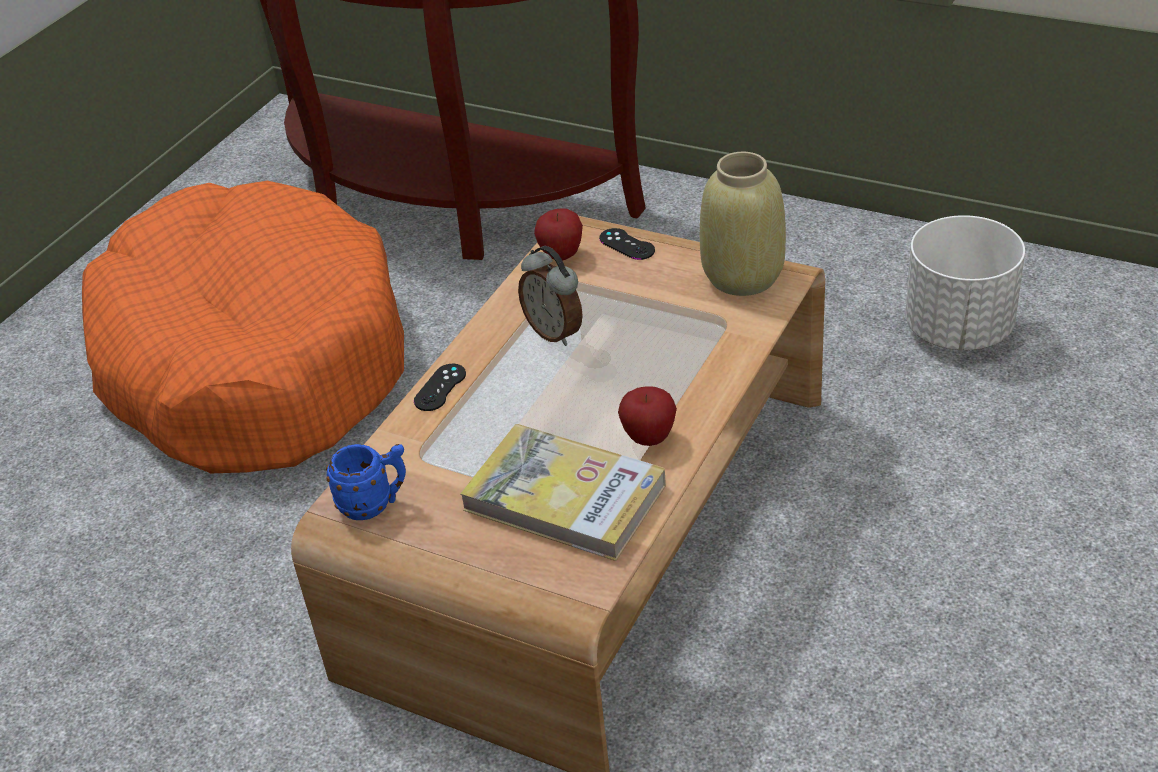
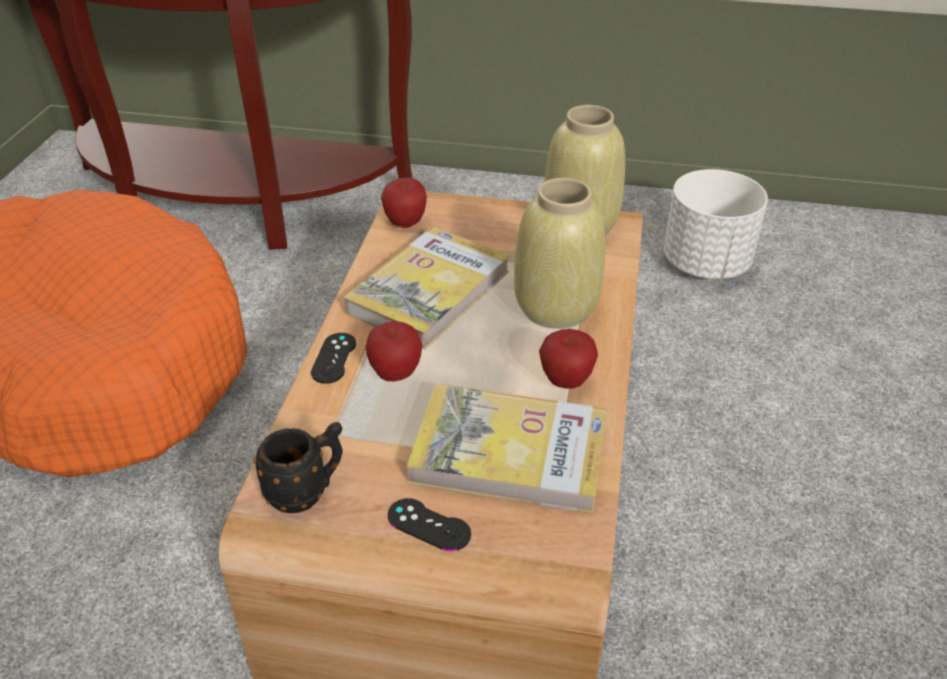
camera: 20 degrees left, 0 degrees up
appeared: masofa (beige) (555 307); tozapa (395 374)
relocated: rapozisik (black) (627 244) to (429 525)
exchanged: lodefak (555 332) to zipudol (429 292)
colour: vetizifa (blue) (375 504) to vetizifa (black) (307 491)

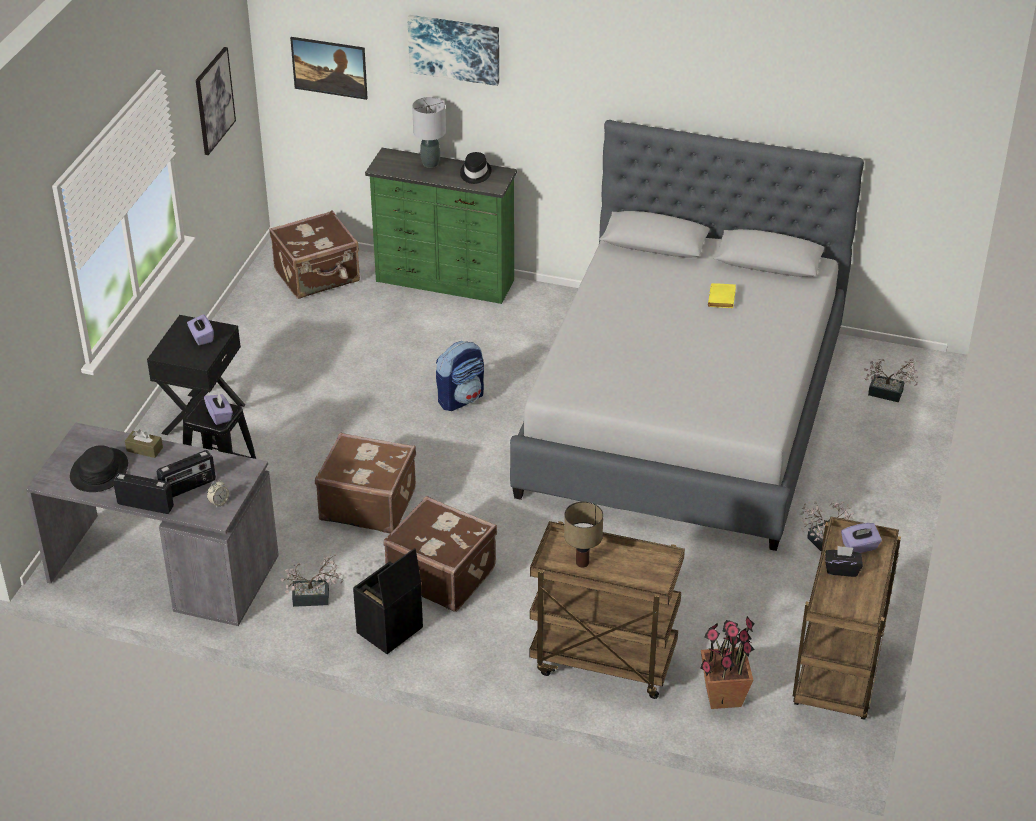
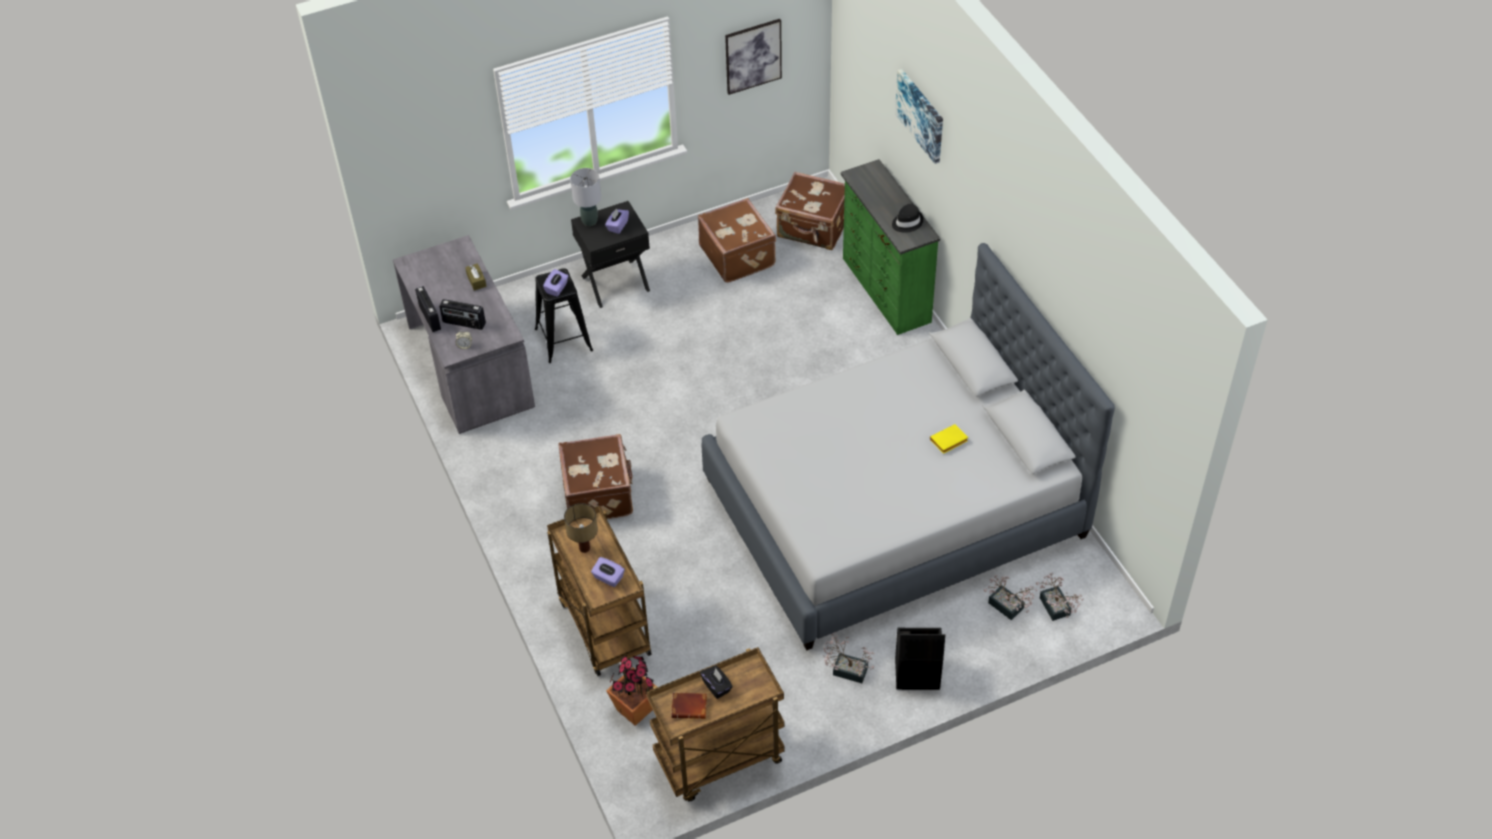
camera: 50 degrees right, 10 degrees up
missing: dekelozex (330 80); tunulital (461 398); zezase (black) (99 471)
appeared: zipudol (brown) (690 707)
relocated: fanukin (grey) (430 163) to (589 221); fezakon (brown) (368 503) to (738 255); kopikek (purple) (860 547) to (608 578); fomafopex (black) (389 631) to (916 674); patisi (316 597) to (1008 608)

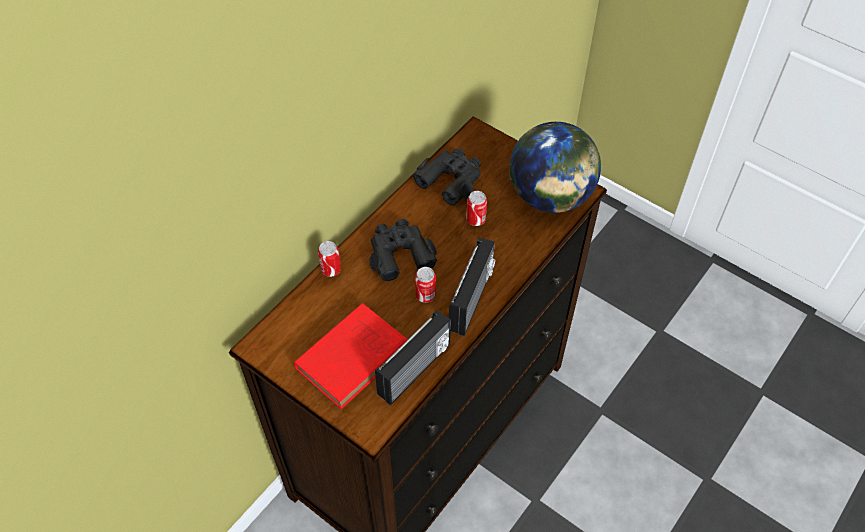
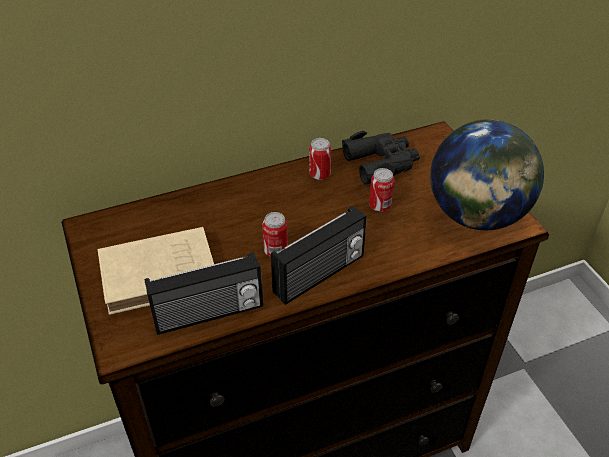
camera: 30 degrees right, 10 degrees down
missing: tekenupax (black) (399 253)
relocated: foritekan (331 270) to (319 175)
colour: zipudol (red) (354 356) to zipudol (beige) (162 273)

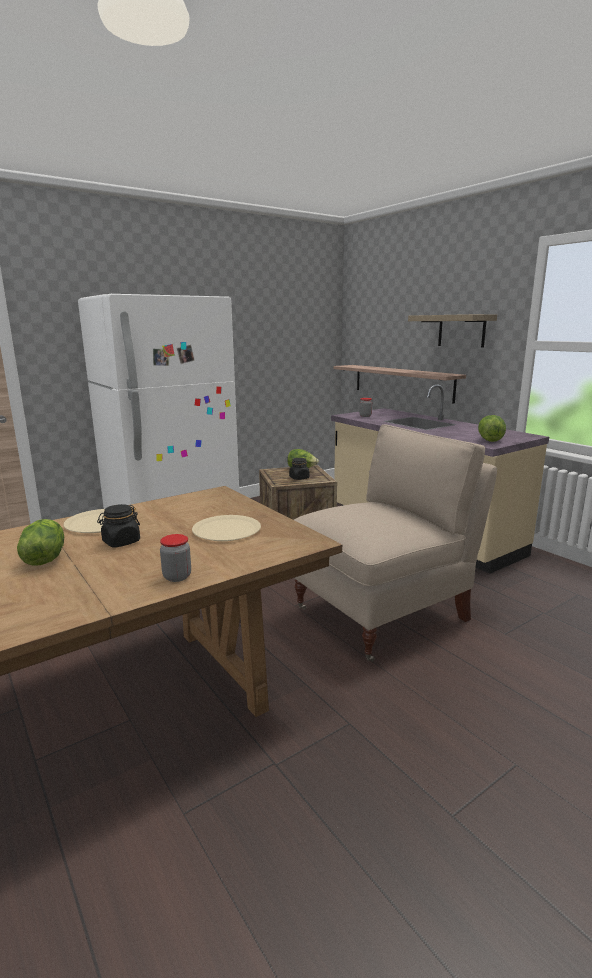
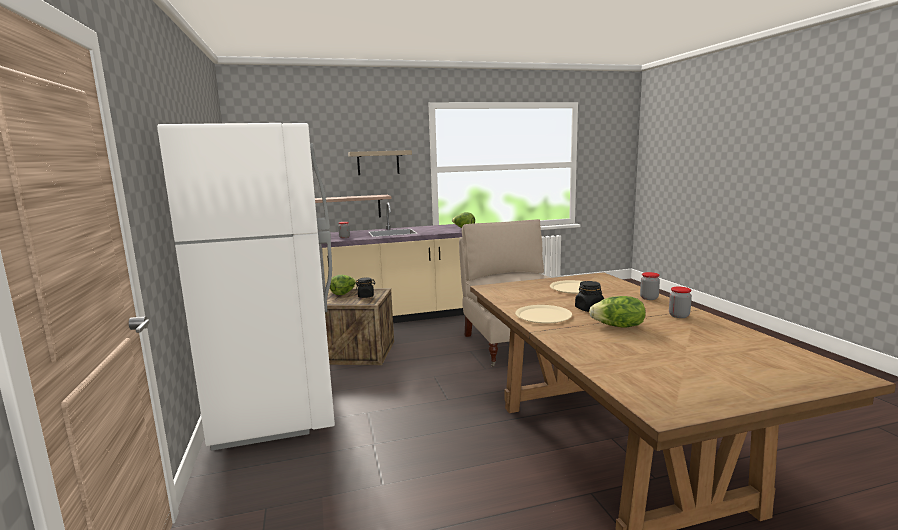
camera: 70 degrees left, 5 degrees down
appeared: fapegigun (679 316)

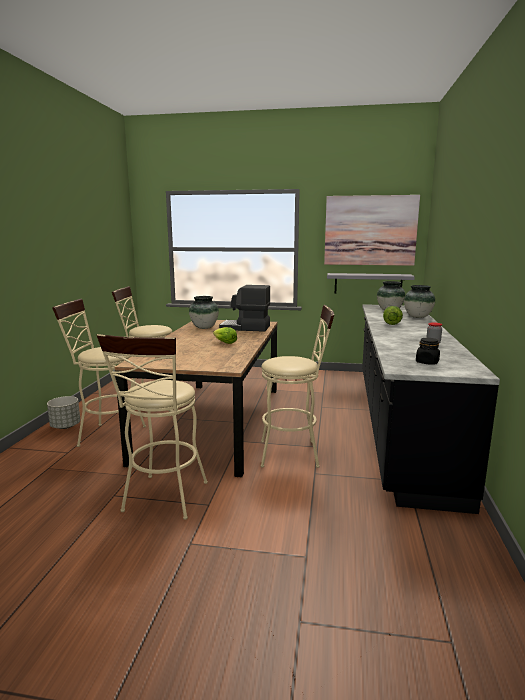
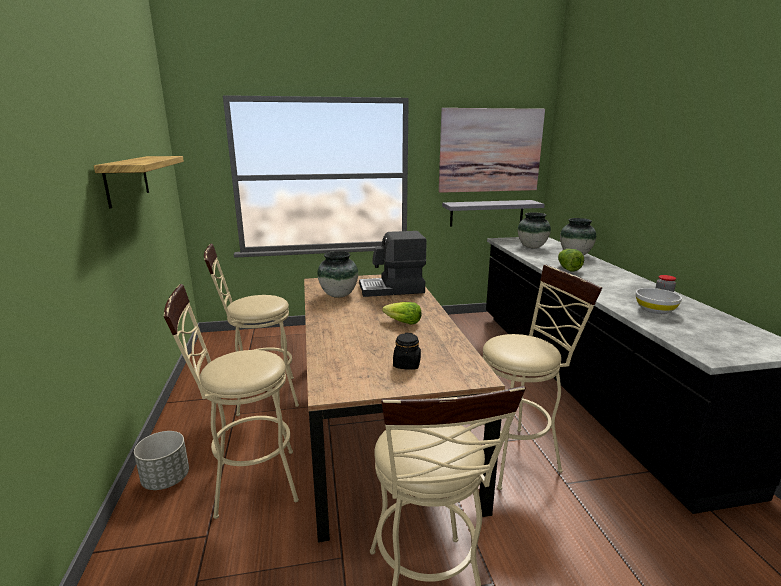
camera: 20 degrees left, 5 degrees up
appeared: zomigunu (127 180); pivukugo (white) (655 310)
relocated: fapegigun (black) (427 362) to (407 364)

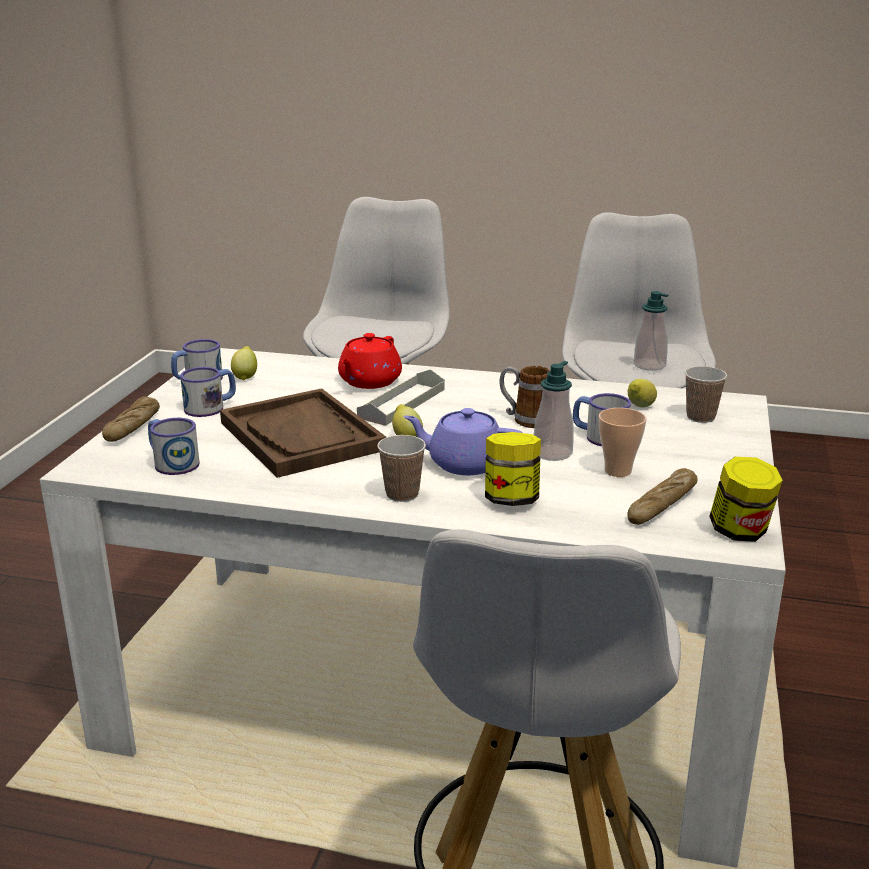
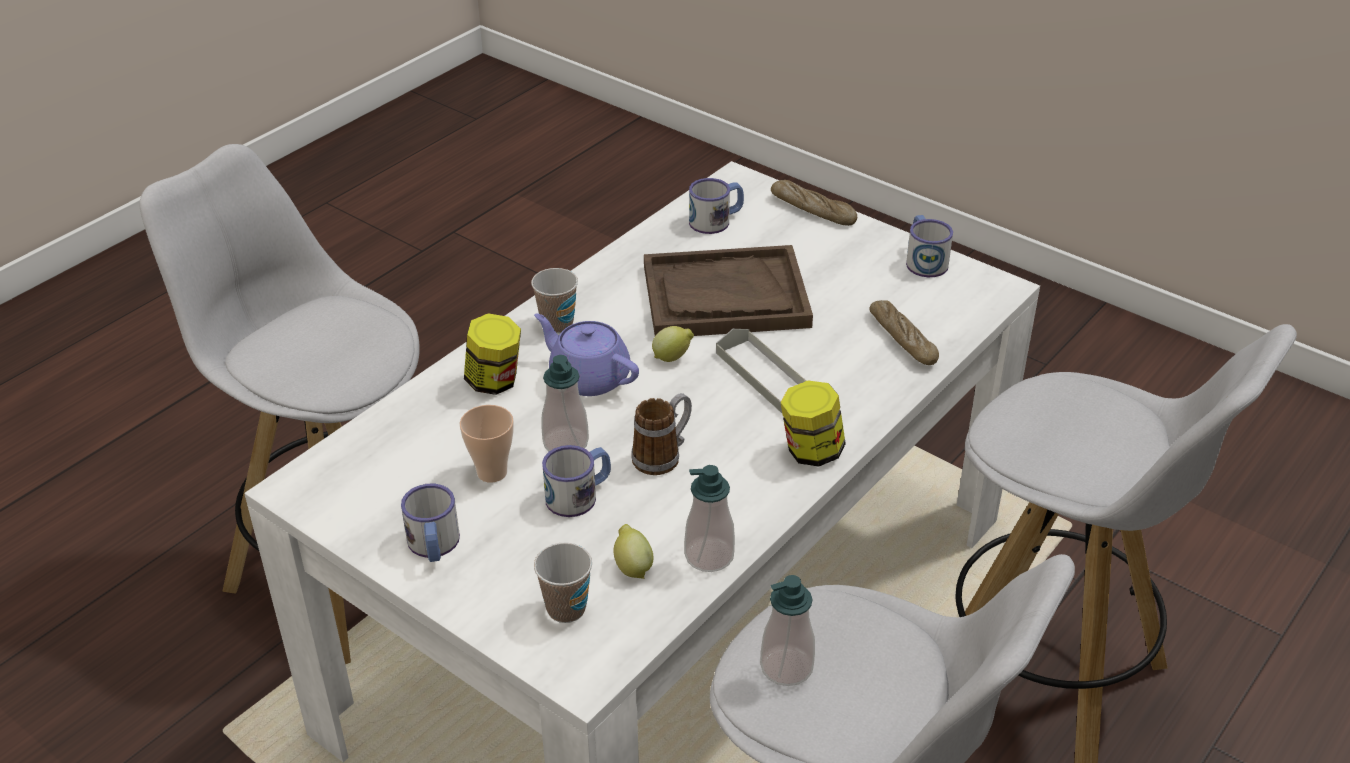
camera: 115 degrees right, 15 degrees up
missing: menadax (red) (369 382); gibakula (245 376)
appeared: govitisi (709 556)
relocated: vetizifa (211 407) to (434 546); fapegigun (740 532) to (811 451); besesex (662 505) to (902 339)
spun: menadax (purple) (464 464) = (588 377) 90 degrees counterclockwise

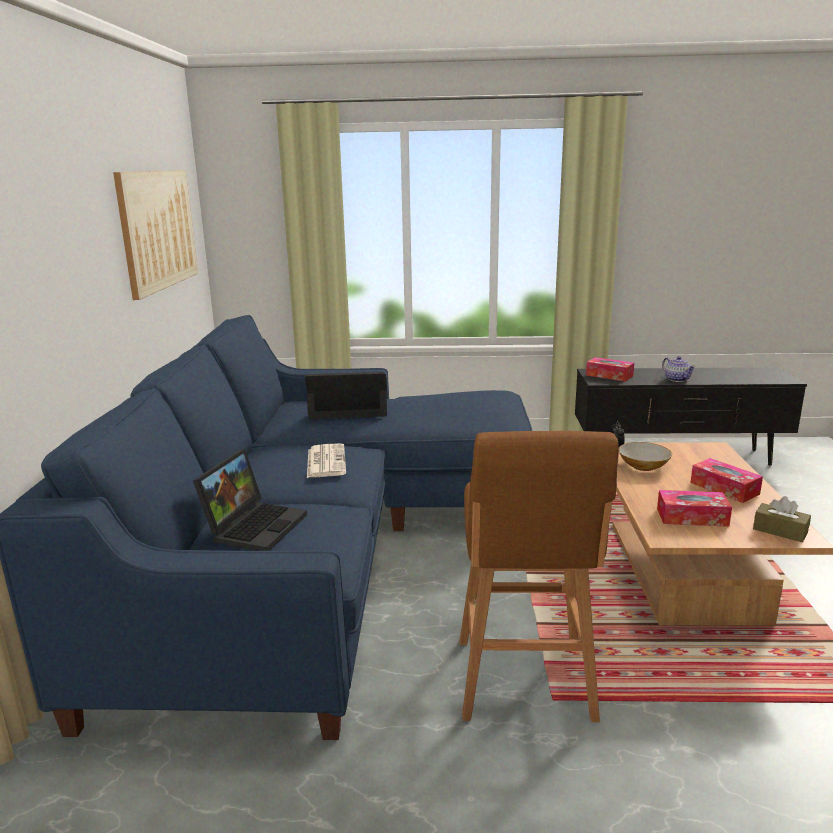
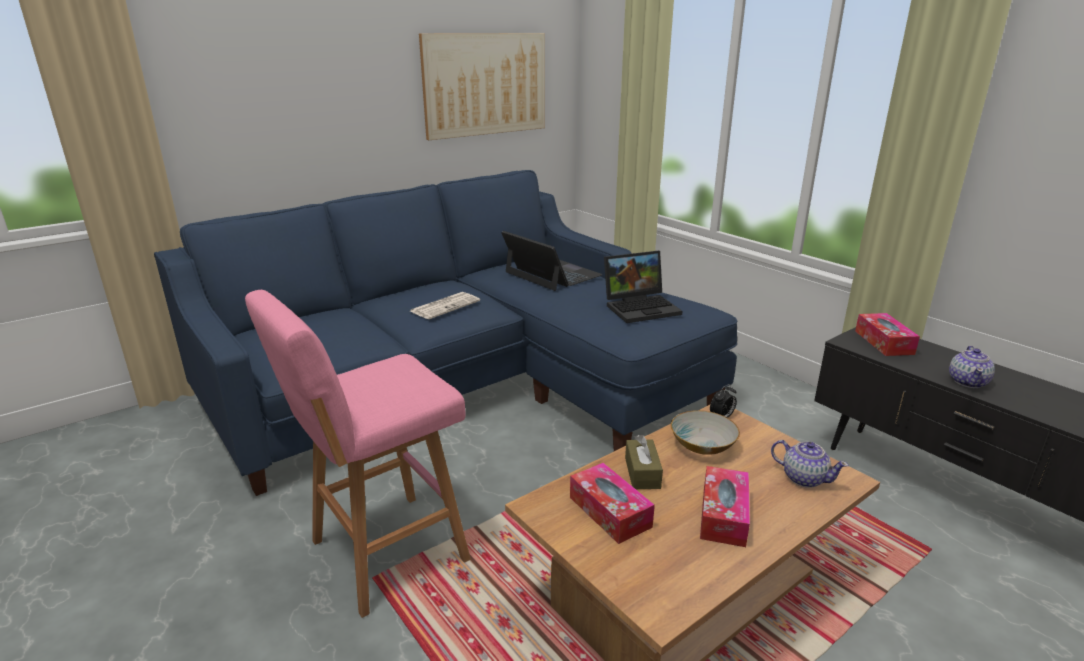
camera: 50 degrees right, 5 degrees up
appeared: menadax (803 478)
relocated: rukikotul (254 525) to (641 307); kopikek (brown) (780 531) to (642 473)
colour: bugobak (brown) (524 683) to bugobak (pink) (384 553)

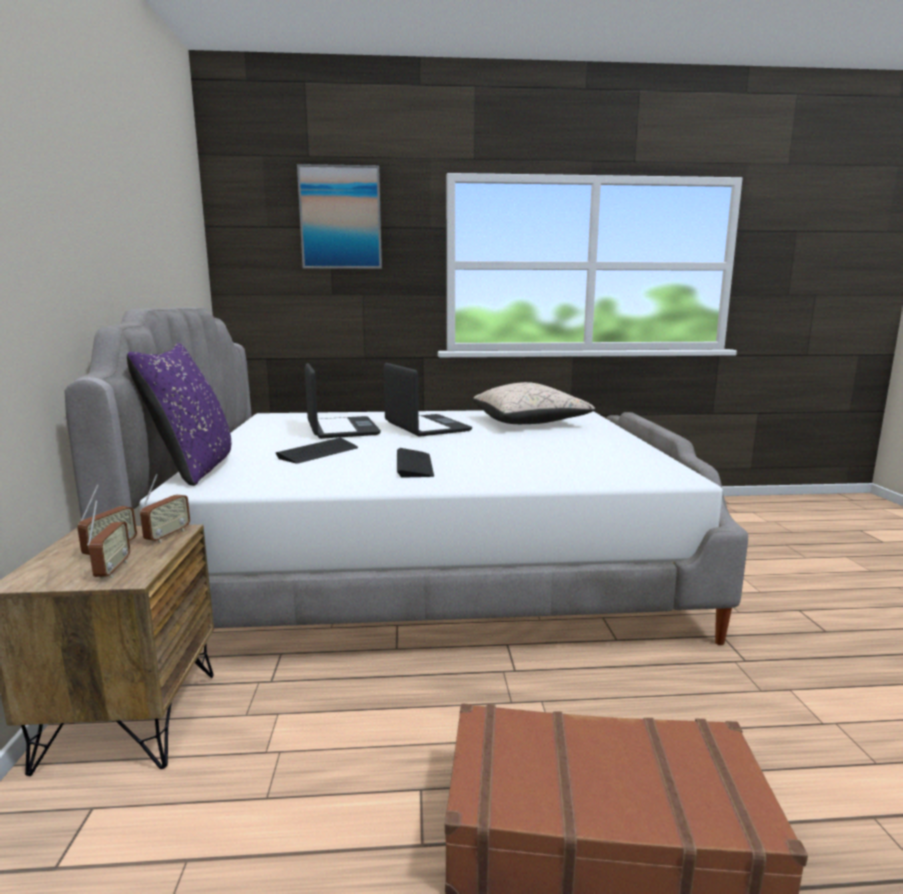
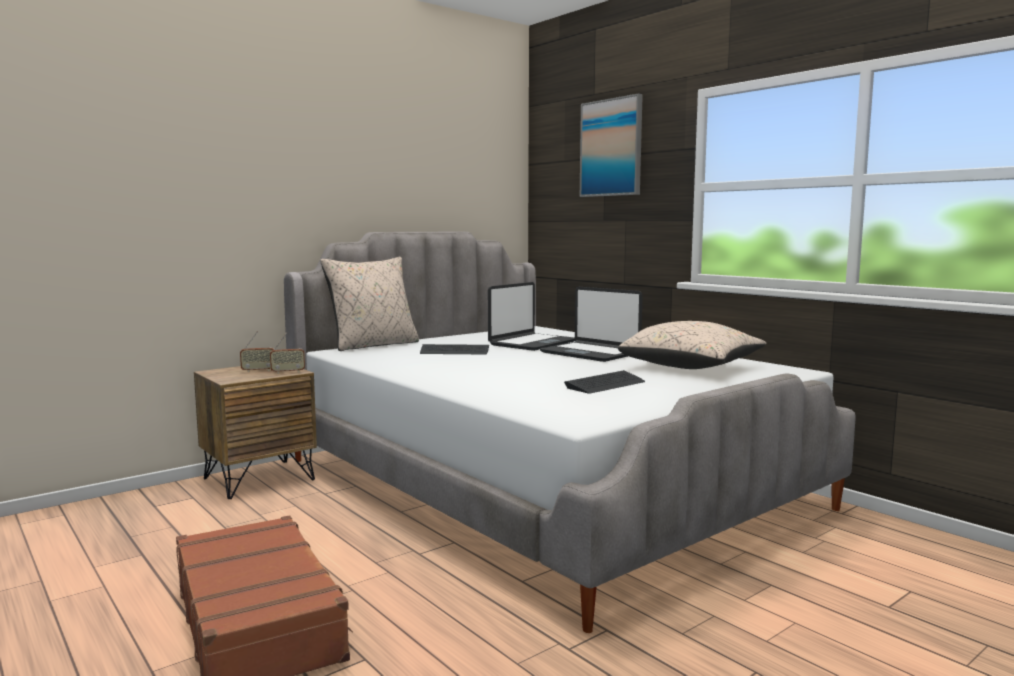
camera: 55 degrees right, 5 degrees down
missing: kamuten (112 569)
relocated: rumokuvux (414 465) to (605 384)
colour: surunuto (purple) (194 469) to surunuto (beige) (373 345)
spun: rukikotul (425 427) = (590 353) 105 degrees clockwise

